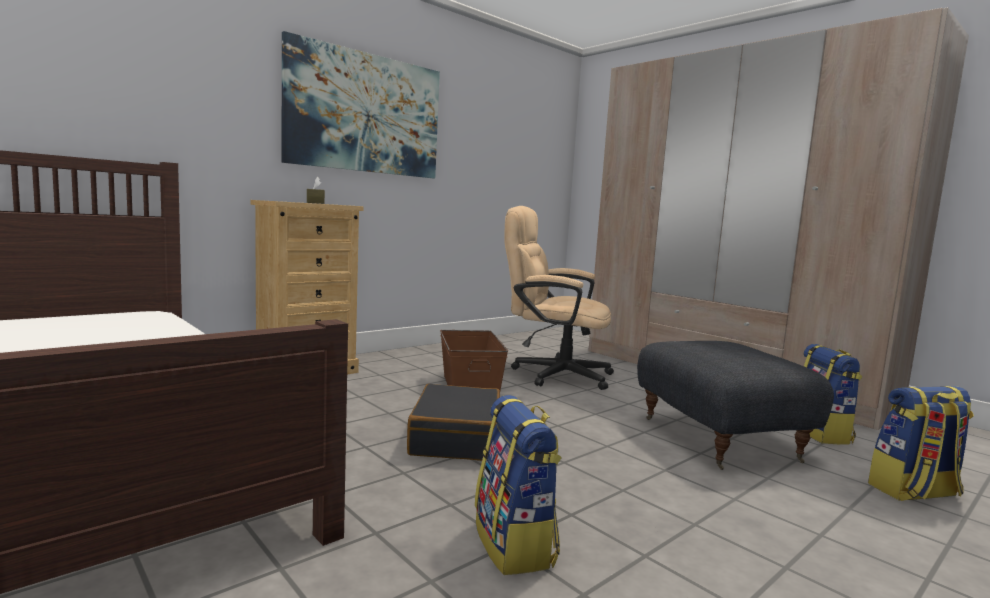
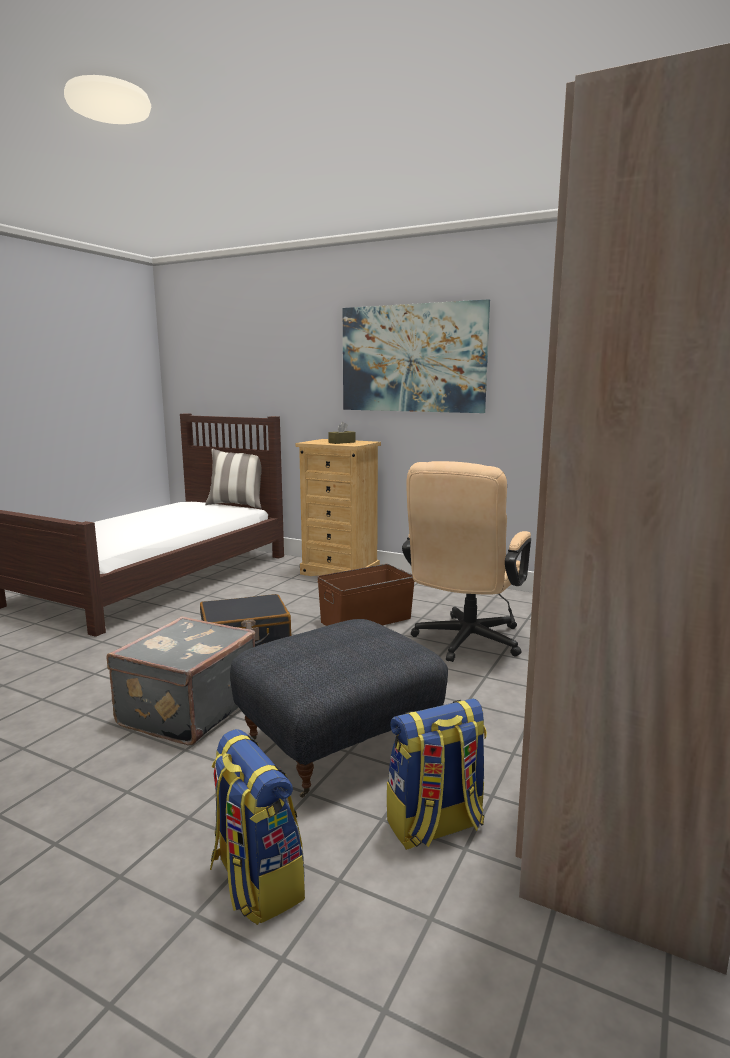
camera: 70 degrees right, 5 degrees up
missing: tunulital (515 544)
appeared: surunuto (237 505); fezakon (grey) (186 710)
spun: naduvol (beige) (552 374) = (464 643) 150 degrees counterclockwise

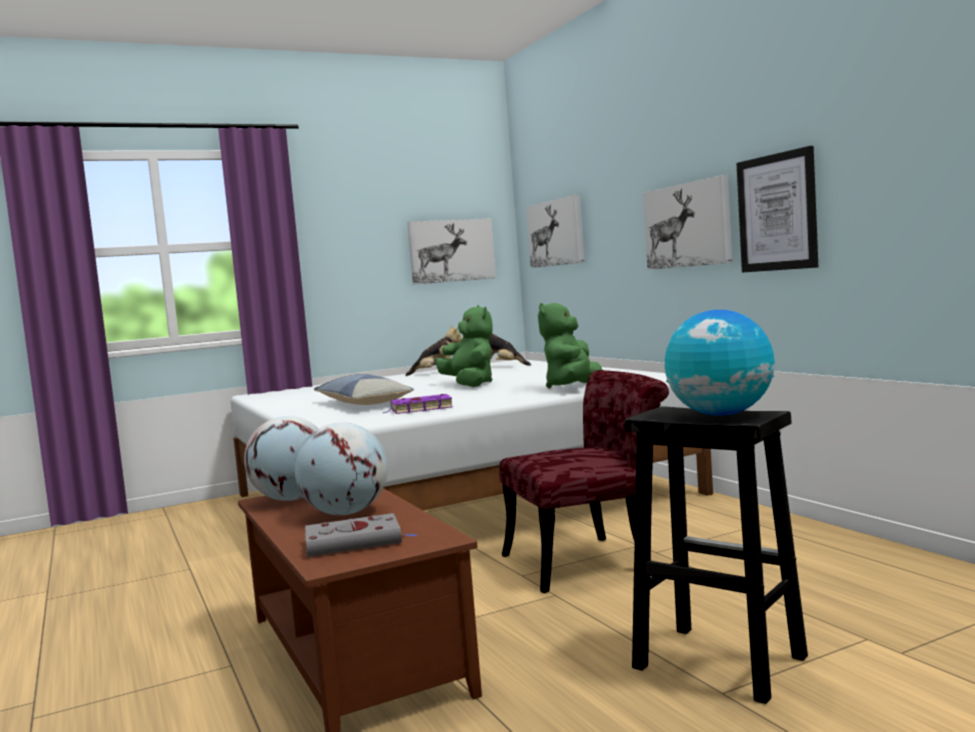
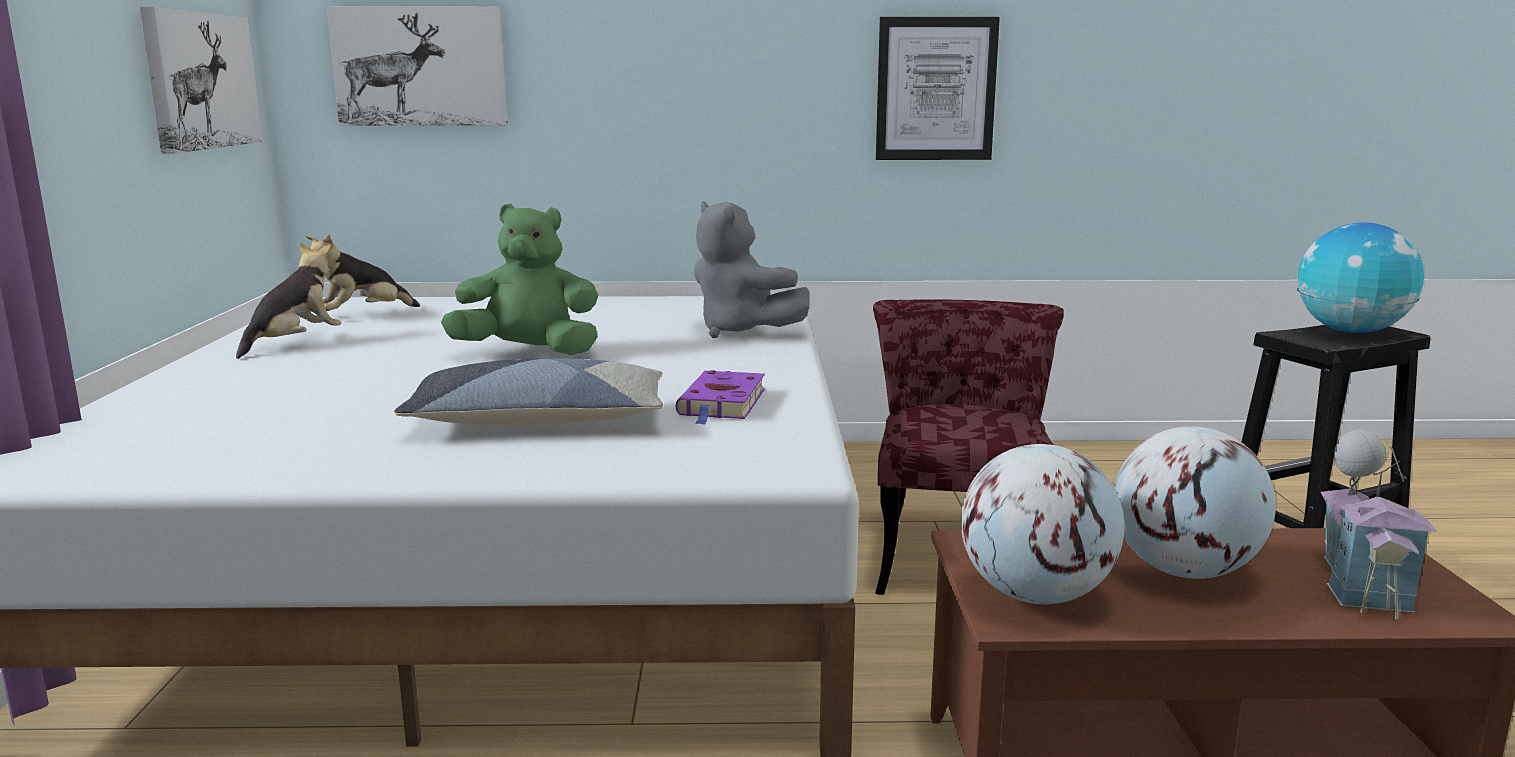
camera: 65 degrees left, 10 degrees up
missing: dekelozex (688 225)
exchanged: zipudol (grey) (356 542) to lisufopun (1361 584)
colour: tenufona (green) (573 387) to tenufona (grey) (741 331)

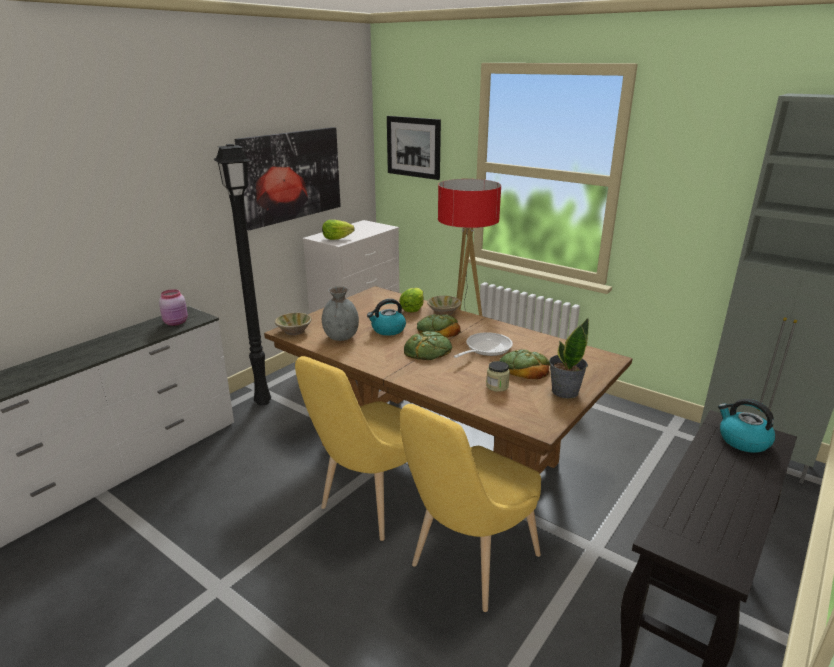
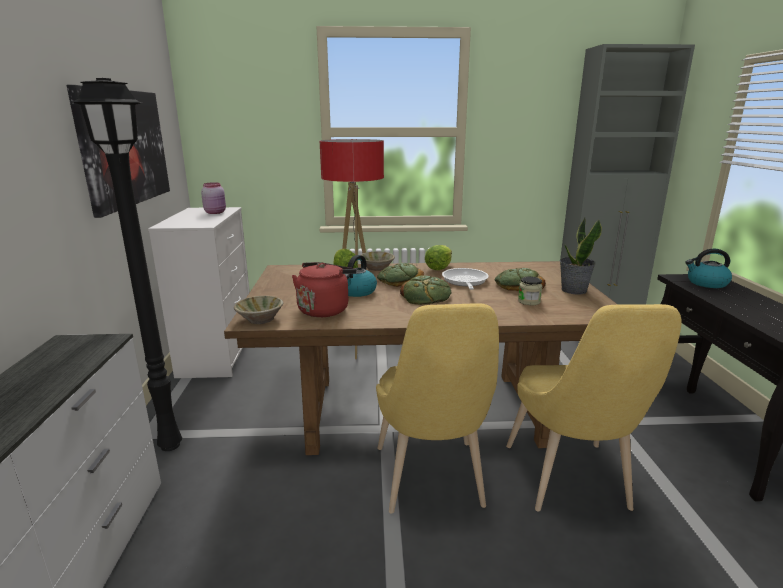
camera: 40 degrees left, 5 degrees down
missing: dekelozex (413 147)
relocated: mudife (336 238) to (438 268); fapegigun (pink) (176 322) to (216 212)
exchanged: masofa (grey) (341 337) to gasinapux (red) (325 309)

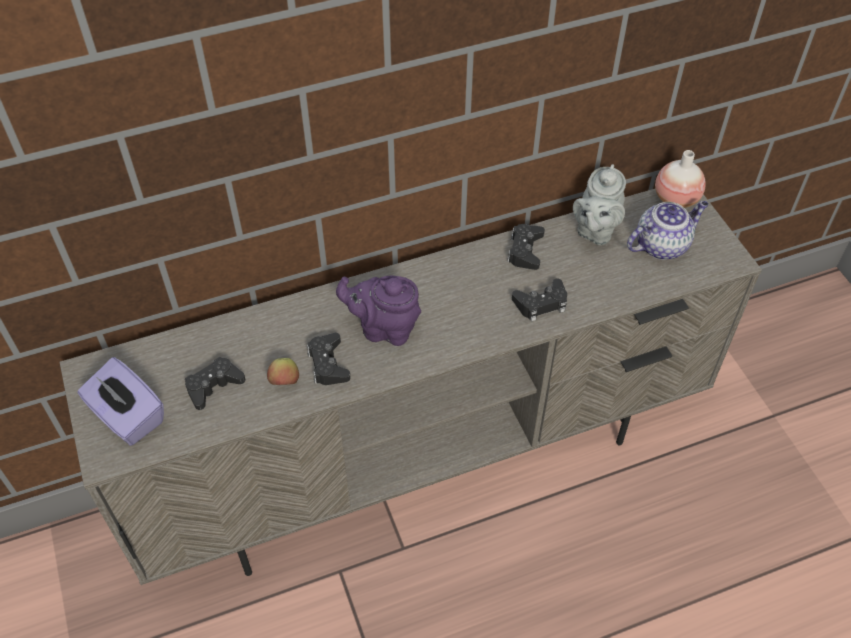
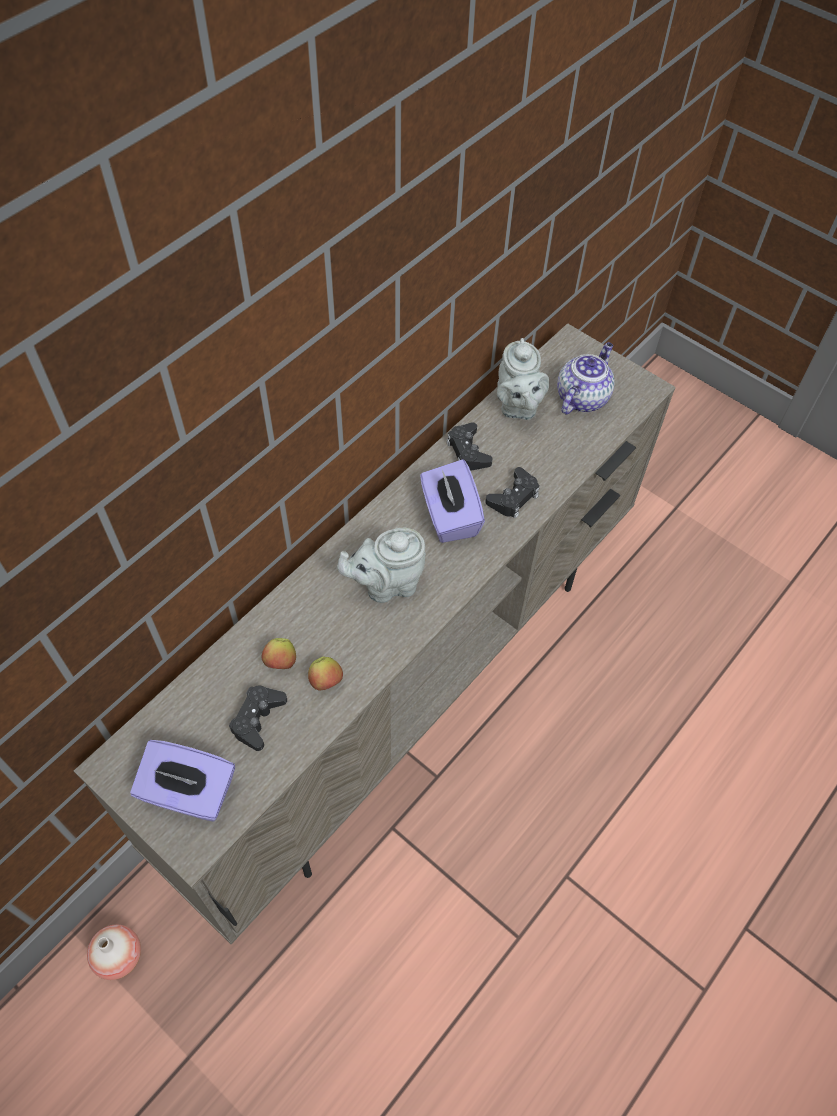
camera: 30 degrees left, 5 degrees up
missing: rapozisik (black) (328 364)
appeared: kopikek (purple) (449 516); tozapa (281 662)
relocated: masofa (676 199) to (119 956)
colour: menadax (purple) (384 328) to menadax (grey) (387 584)

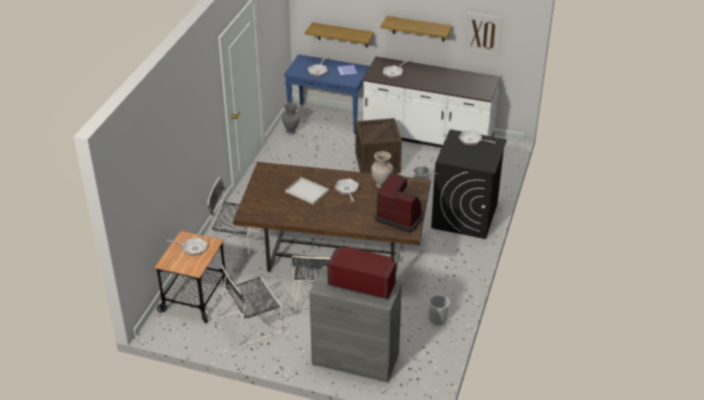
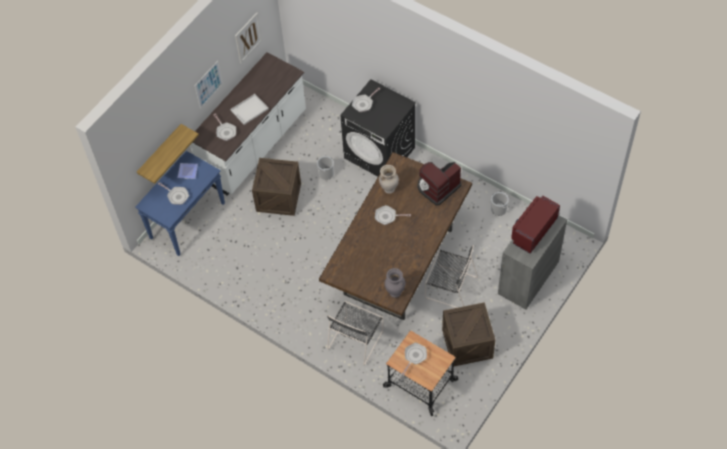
camera: 70 degrees left, 20 degrees up
relocated: masofa (grey) (291 131) to (395 292); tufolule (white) (308 191) to (249 109)
exchanged: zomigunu (418 29) to dekelozex (208 84); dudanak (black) (252 324) to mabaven (467 344)

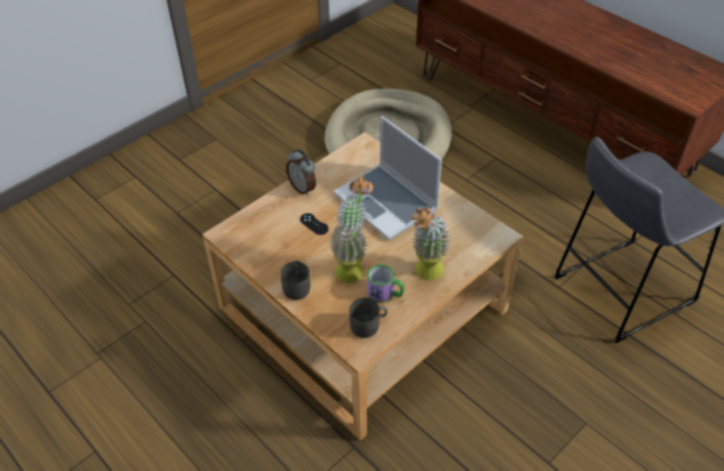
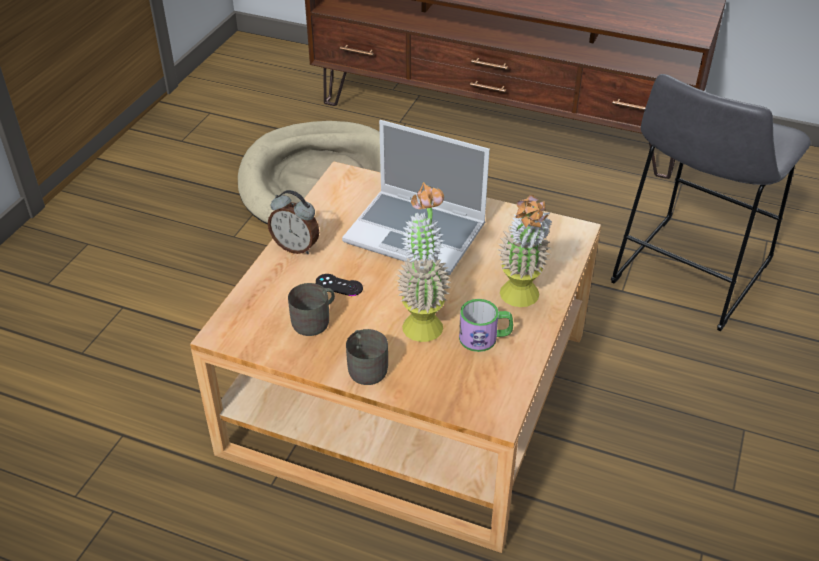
camera: 25 degrees left, 5 degrees down
relocated: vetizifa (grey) (368 325) to (315 320)

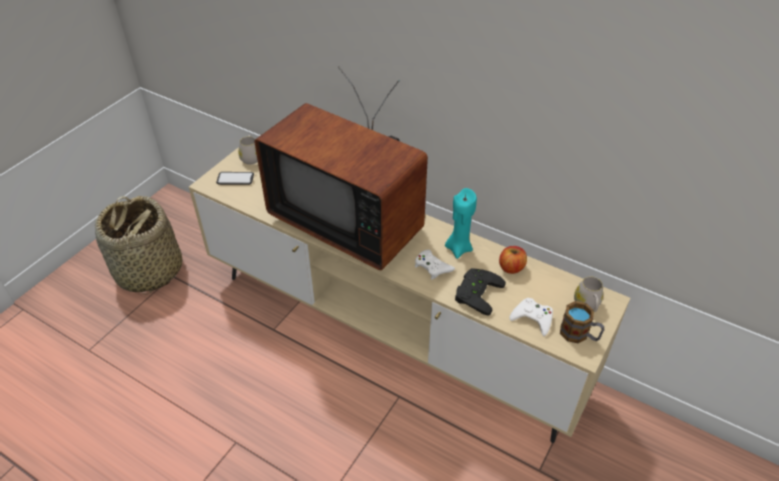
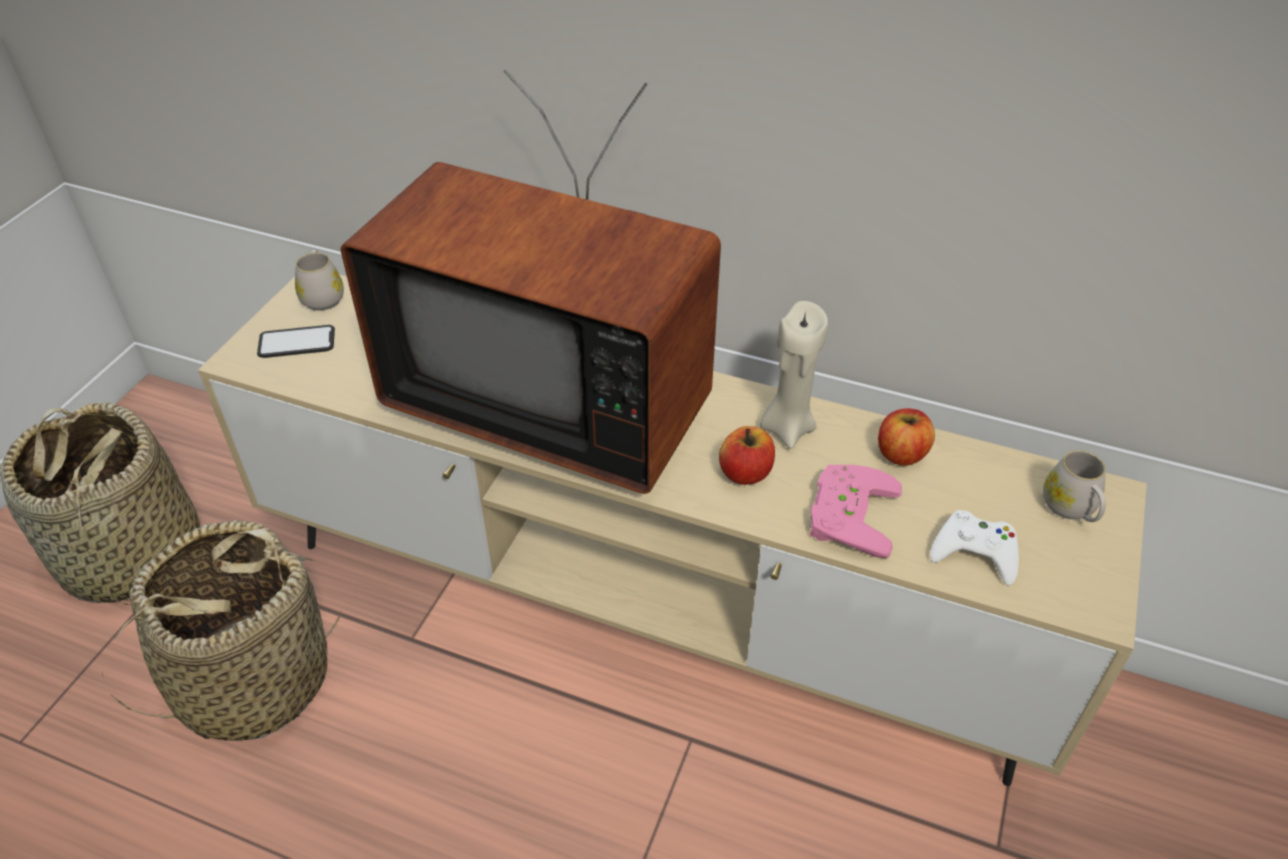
camera: 10 degrees left, 0 degrees up
missing: vetizifa (579 335)
appeared: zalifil (253 679)
exchanged: rapozisik (white) (432 267) to tozapa (745 473)
colour: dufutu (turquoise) (458 248) to dufutu (beige) (787 427); rapozisik (black) (475 292) to rapozisik (pink) (846 513)

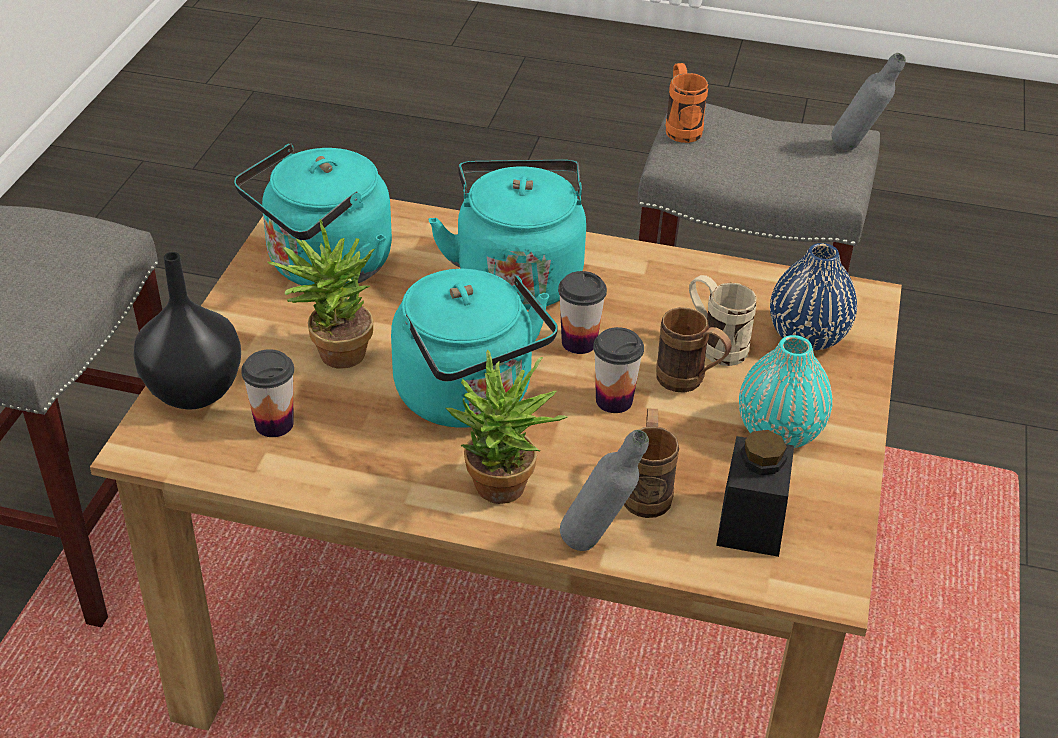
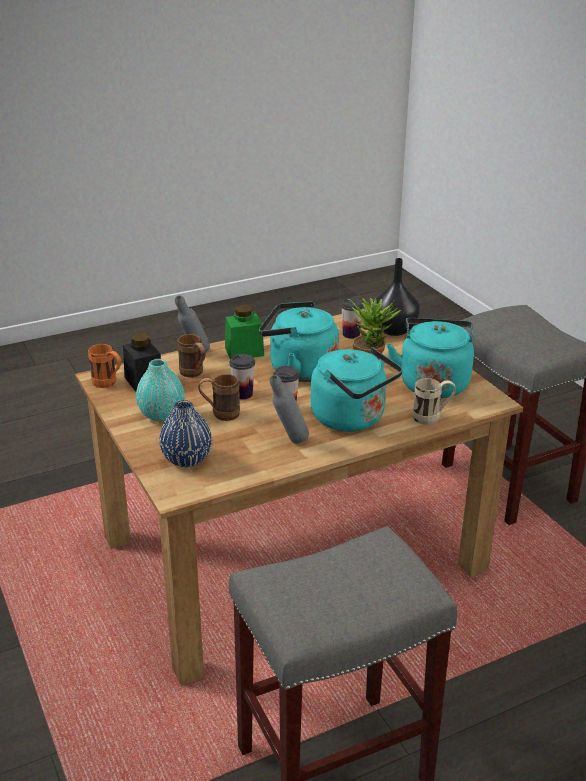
camera: 140 degrees right, 10 degrees down
relocated: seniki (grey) (857 149) to (289 441); vetizifa (orange) (681 127) to (108 384); vetizifa (beige) (715 346) to (432 418)
exchanged: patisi (503 494) to fapegigun (green) (244 352)

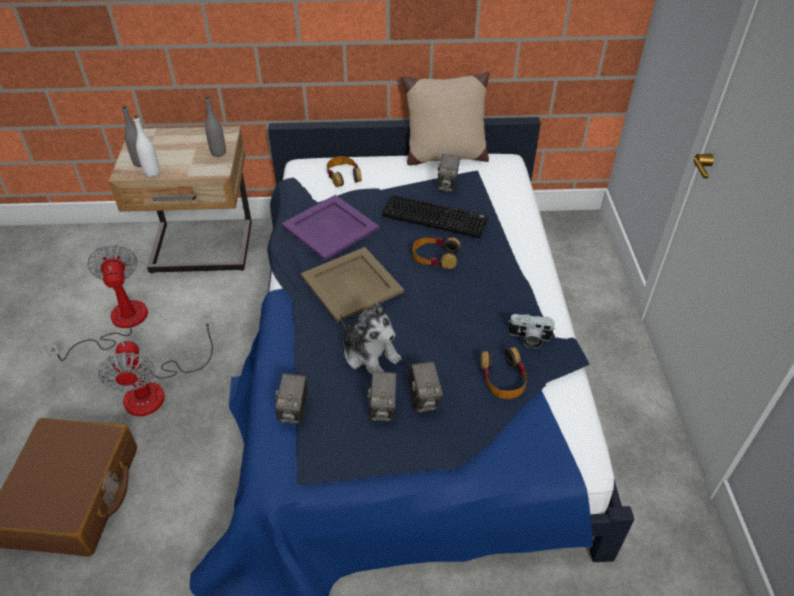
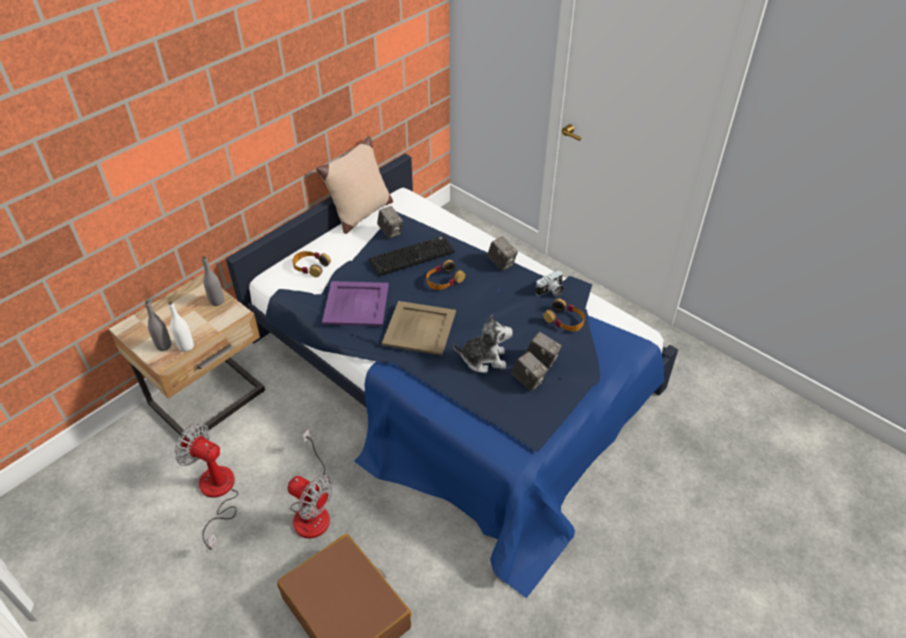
camera: 45 degrees left, 0 degrees up
relocated: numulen (294 411) to (501 263)

